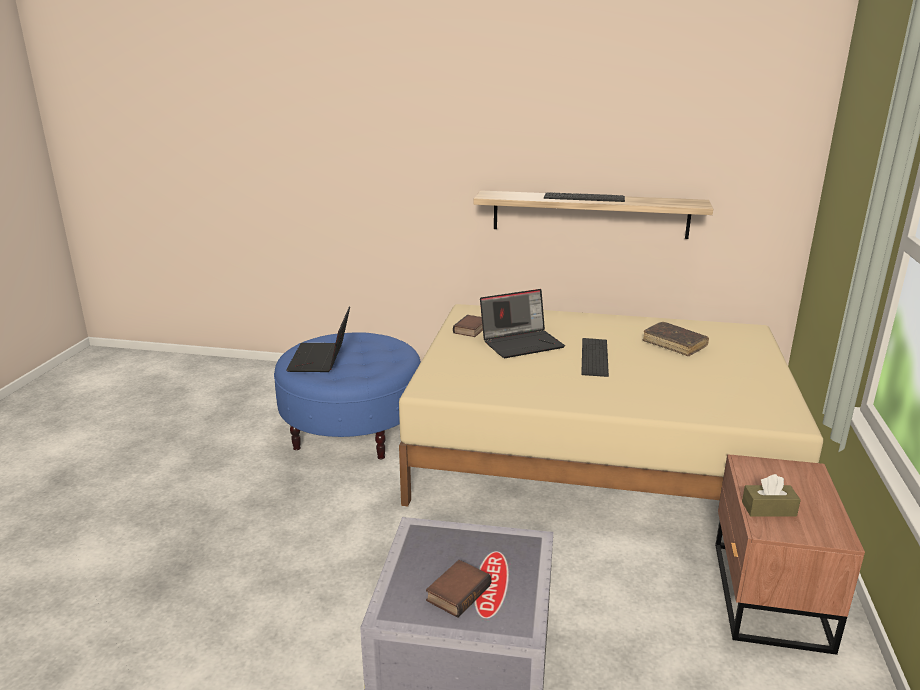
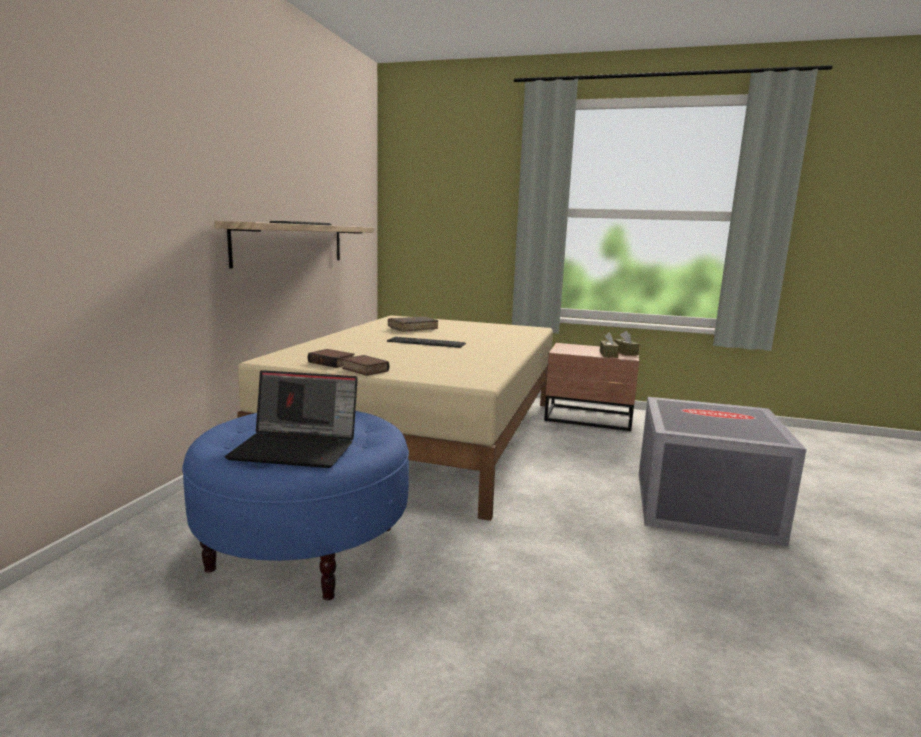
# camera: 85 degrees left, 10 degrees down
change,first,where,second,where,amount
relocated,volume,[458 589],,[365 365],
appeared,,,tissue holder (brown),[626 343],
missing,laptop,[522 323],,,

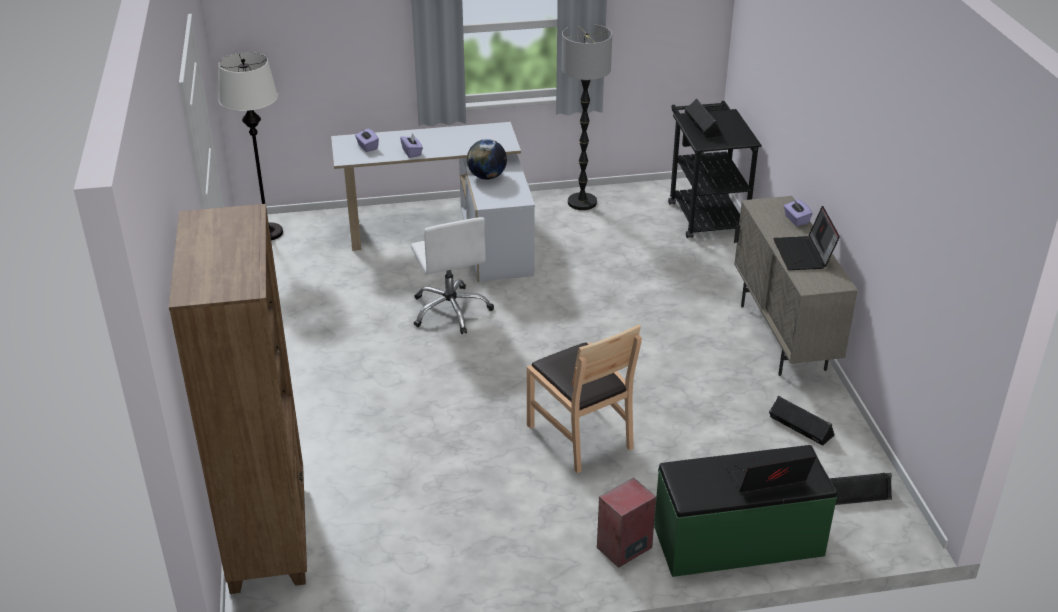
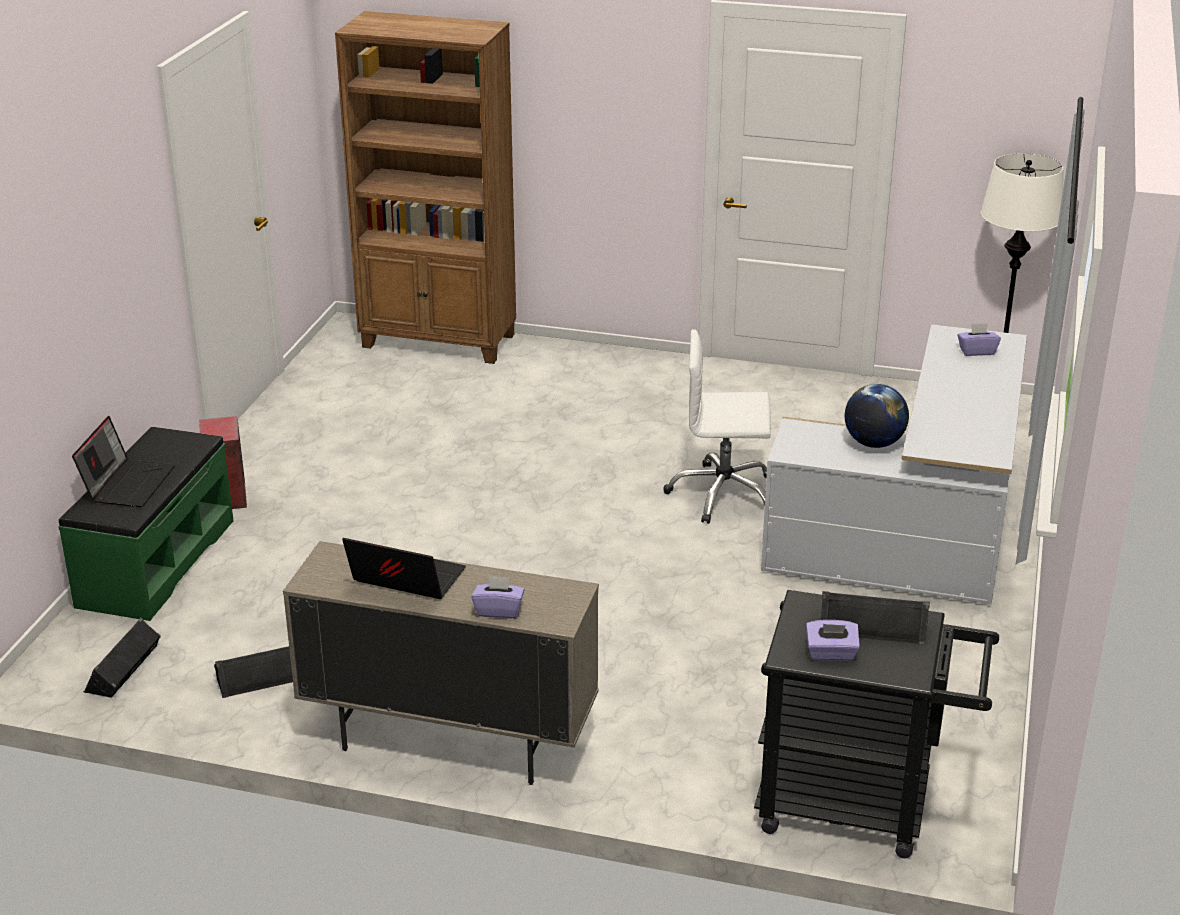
# camera: 115 degrees right, 5 degrees down
change,first,where,second,where,amount
relocated,tissue holder (purple-coloured),[411 145],,[833 640],
missing,chair (brown),[584 398],,,
missing,standing lamp,[586 117],,,

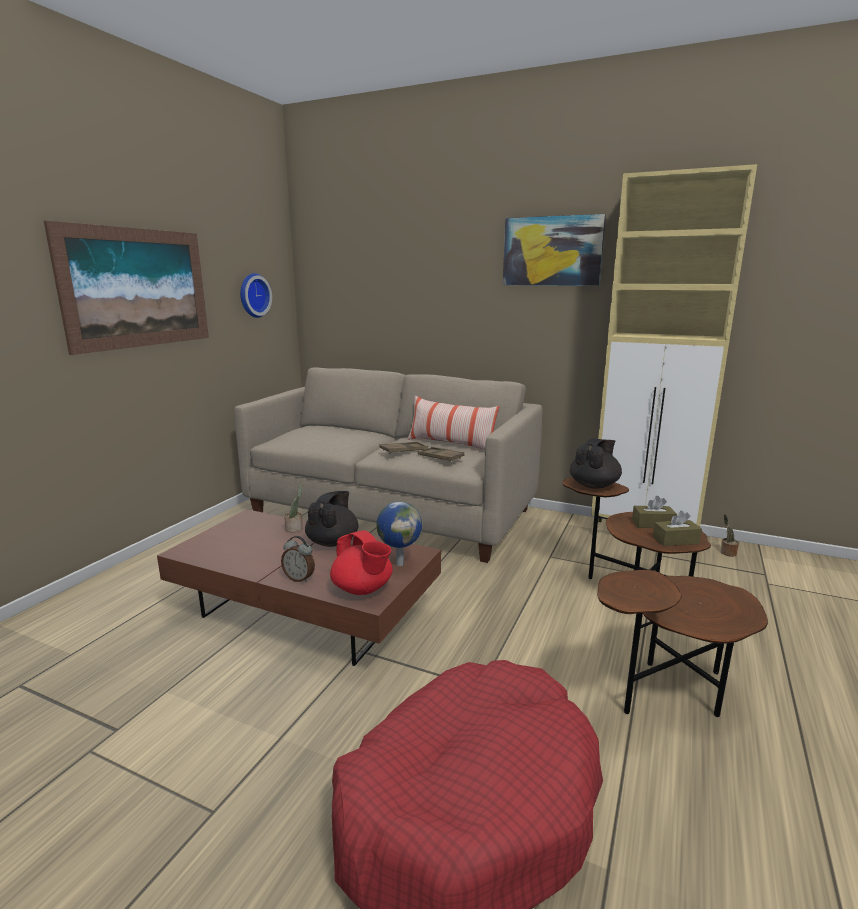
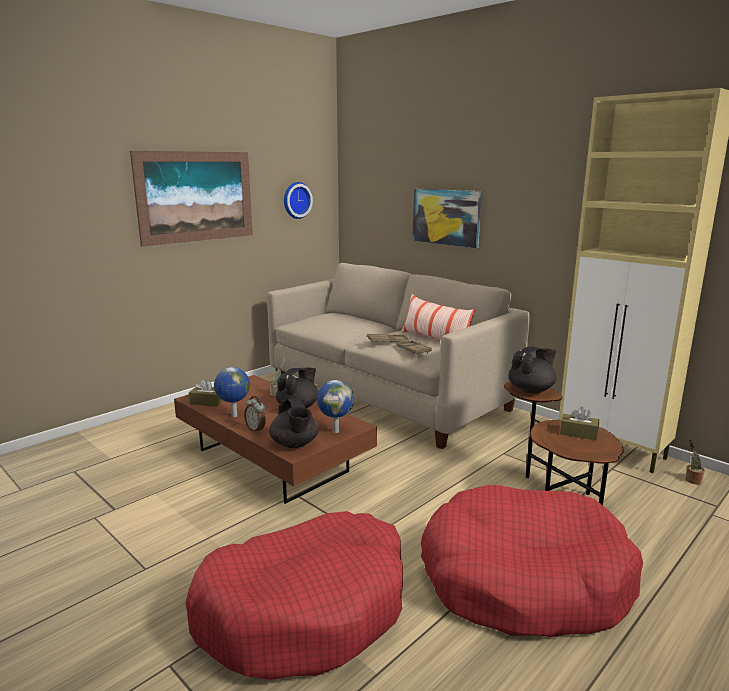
# camera: 20 degrees right, 0 degrees up
change,first,where,second,where,amount
relocated,tissue holder (brown),[677 528],,[206 393],
appeared,,,desk globe,[232 392],
colour,tea pot (reddish),[361 562],tea pot (blackish),[294 423],
relocated,wall picture,[554 250],,[447 218],
exchanged,side table (brown),[682 643],dog bed (reddish),[532 561],

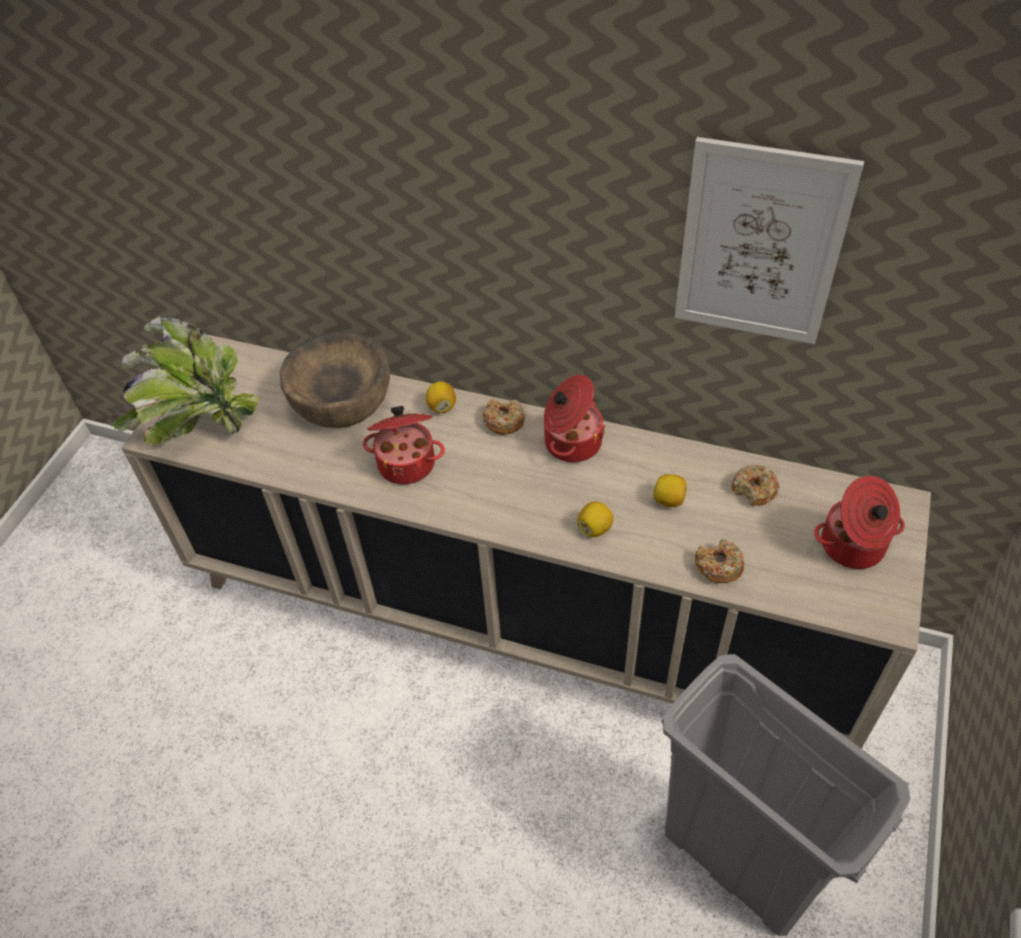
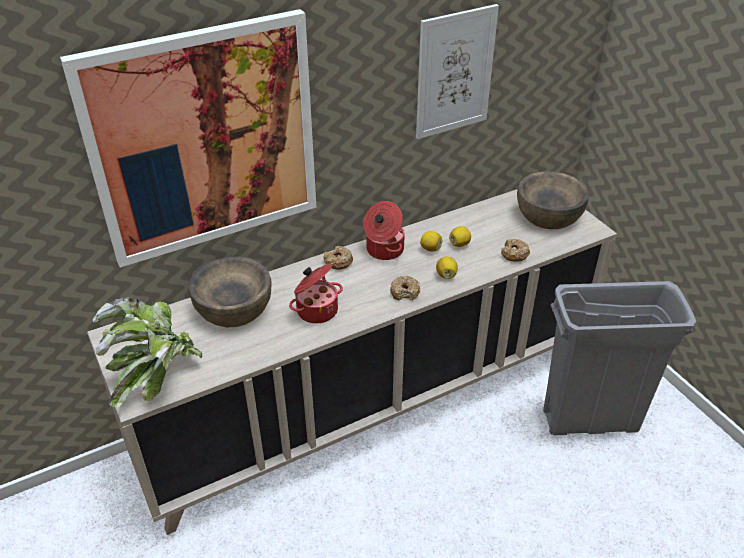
# camera: 50 degrees left, 10 degrees down
change,first,where,second,where,amount
appeared,,,wall picture,[188 138],
relocated,doughnut,[756 485],,[405 288],
relocated,whole lemon,[440 397],,[431 241],
exchanged,stockpot,[859 522],deep dish (brown),[553 200],

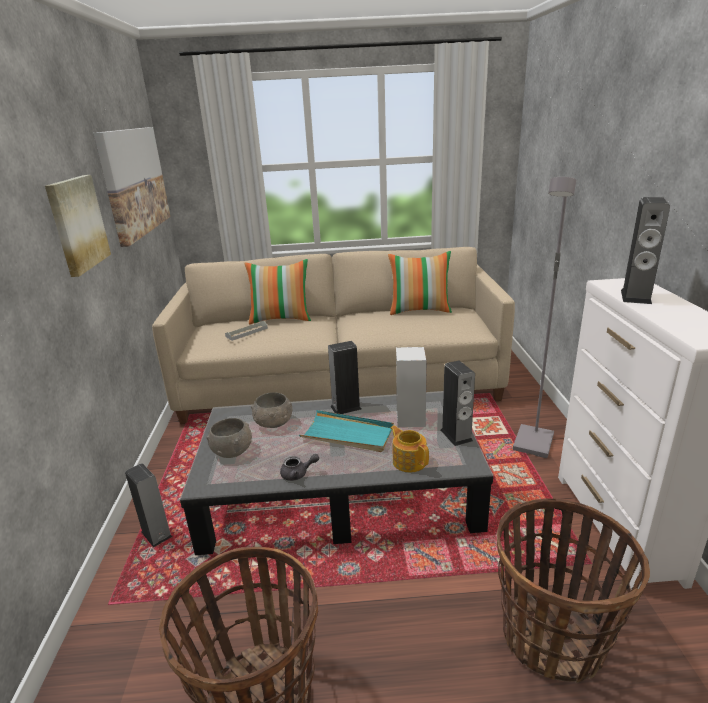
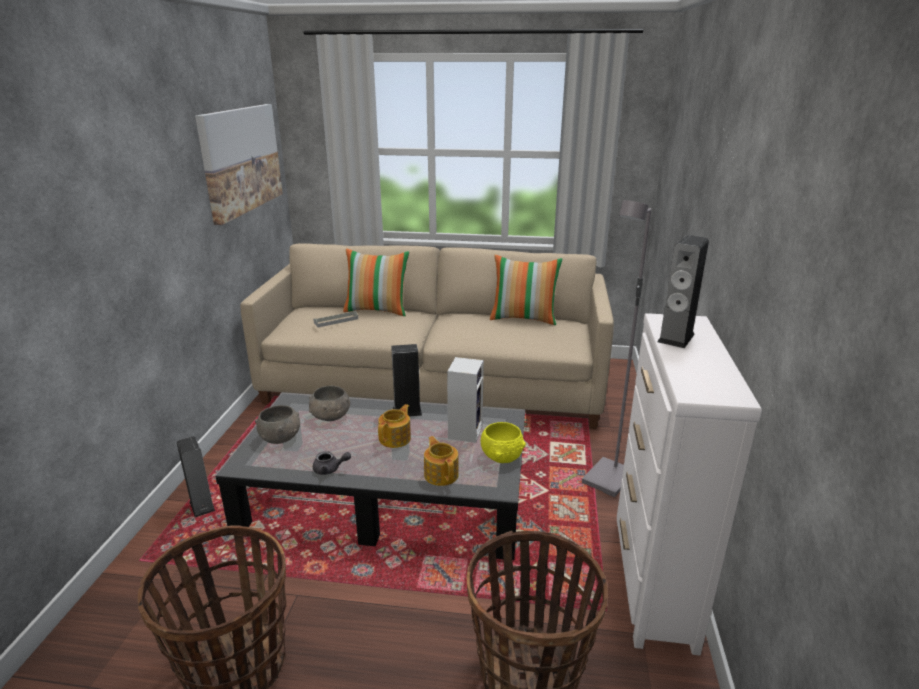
# camera: 10 degrees right, 0 degrees up
change,first,where,second,where,amount
exchanged,serving tray (blue-green),[346 431],tea pot,[394 426],
exchanged,speaker,[458 403],deep dish (yellowish),[503 442],
missing,wall picture,[78 226],,,

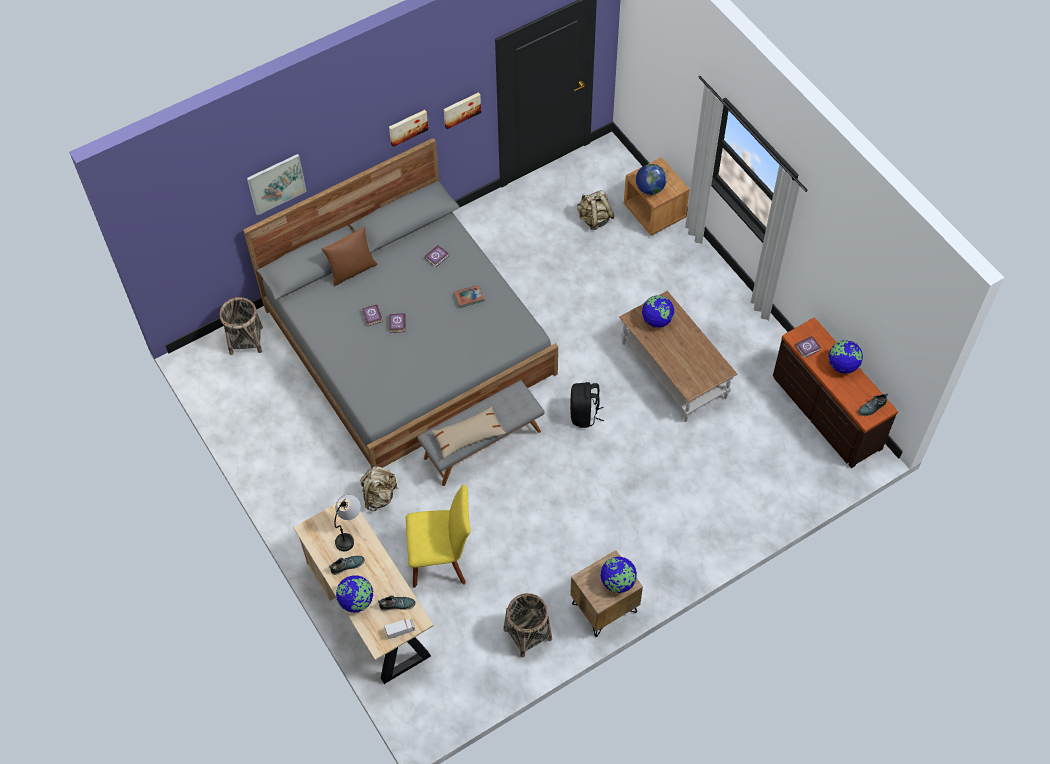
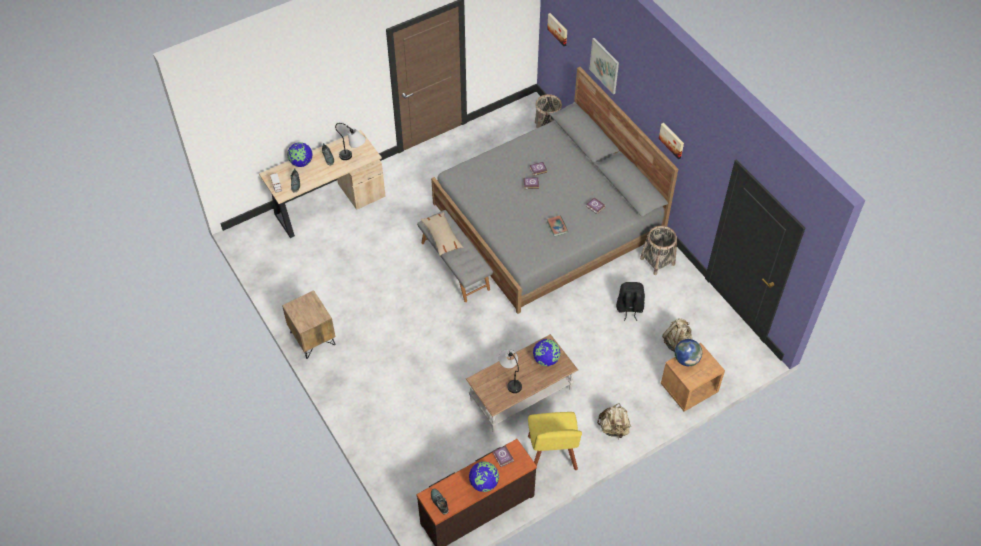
# camera: 90 degrees right, 5 degrees down
change,first,where,second,where,amount
appeared,,,lamp for a table,[510 371],
relocated,chair (yellowish),[438 536],,[555 441],
relocated,wall picture,[462 110],,[557 29],
relocated,rucksack (beige),[379 488],,[614 421],
relocated,rucksack (blackish),[587 405],,[630 301],
relocated,basket,[527 625],,[658 250],
missing,pillow (brown),[349 256],,,
missing,desk globe,[619 575],,,

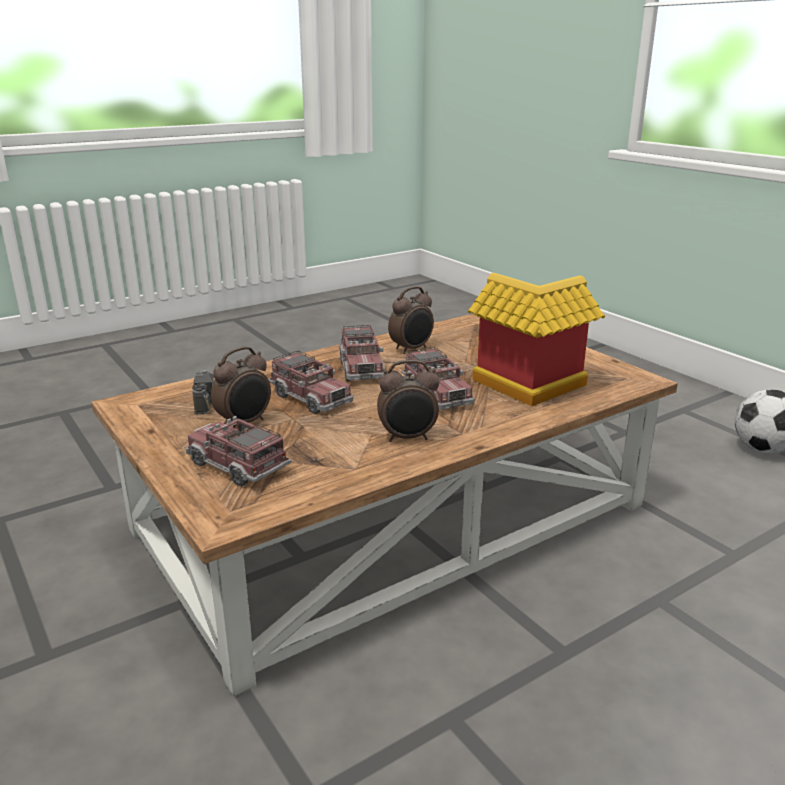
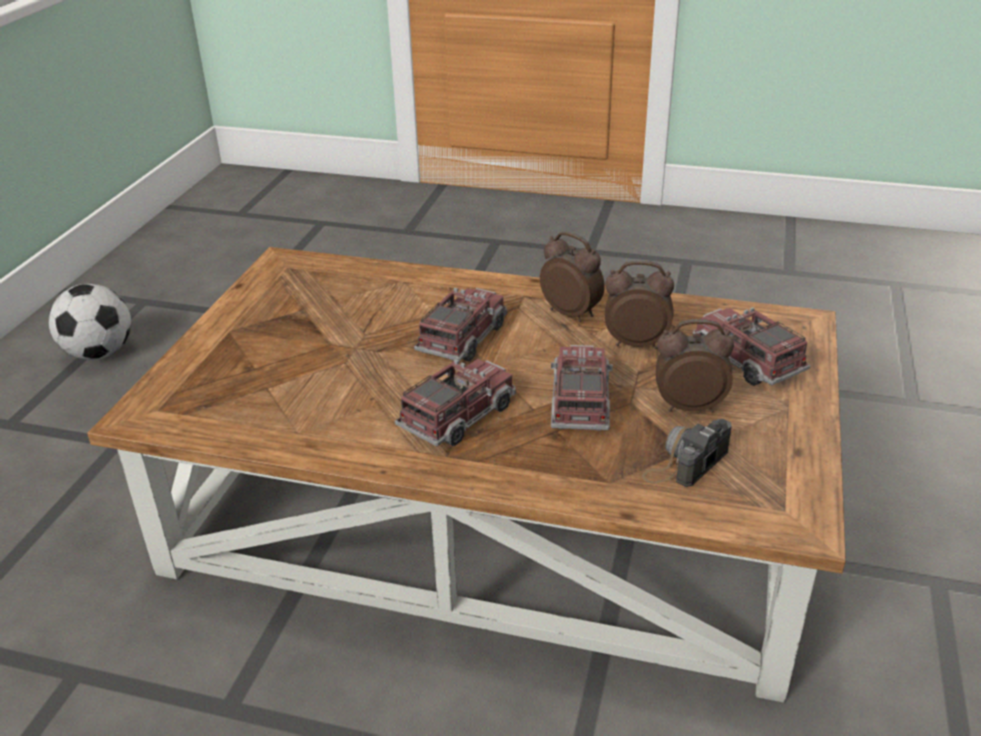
# camera: 130 degrees left, 10 degrees up
change,first,where,second,where,amount
relocated,alarm clock,[411 320],,[639 305],
spun,toy lorry,[238 451],,[752 346],150 degrees clockwise
missing,miniature house,[536 339],,,

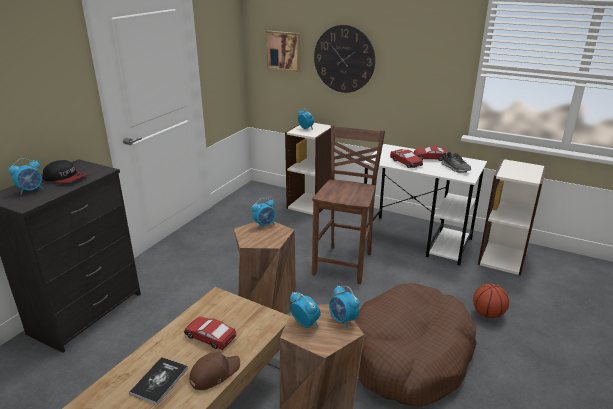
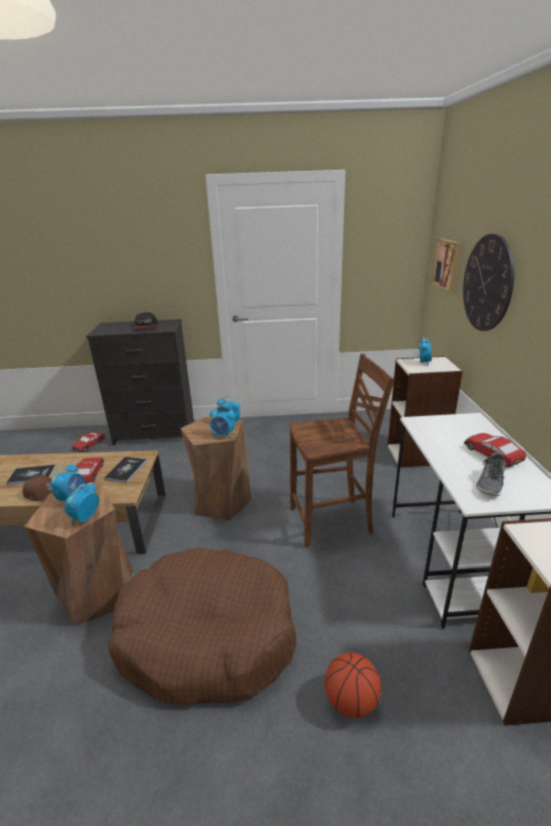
# camera: 60 degrees right, 0 degrees up
change,first,where,second,where,amount
relocated,toy car,[406 158],,[88 442],
appeared,,,volume,[125 470],
relocated,alarm clock,[26 176],,[222 422],

